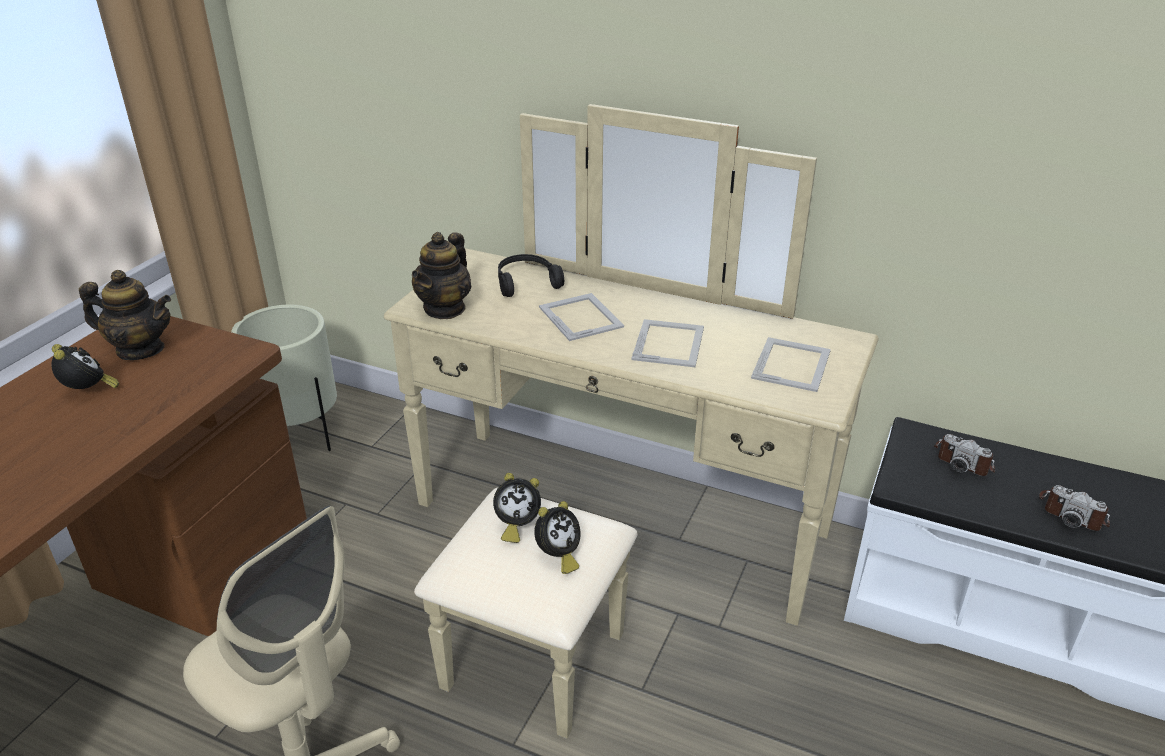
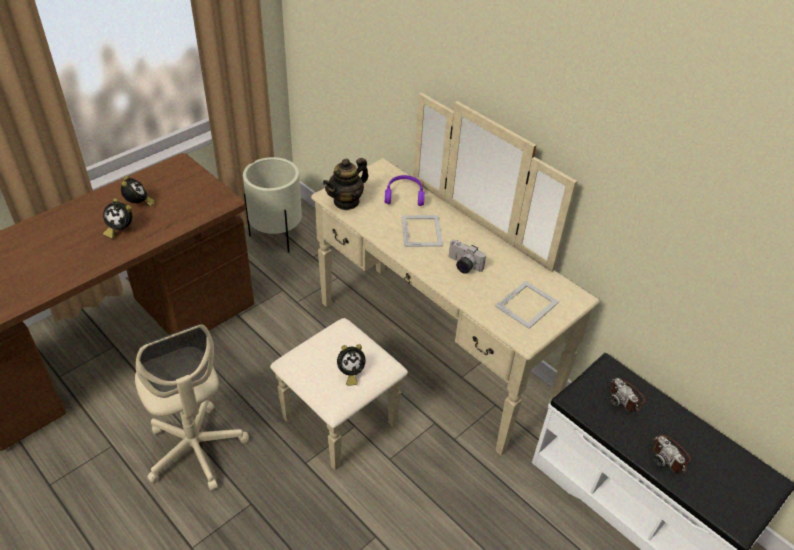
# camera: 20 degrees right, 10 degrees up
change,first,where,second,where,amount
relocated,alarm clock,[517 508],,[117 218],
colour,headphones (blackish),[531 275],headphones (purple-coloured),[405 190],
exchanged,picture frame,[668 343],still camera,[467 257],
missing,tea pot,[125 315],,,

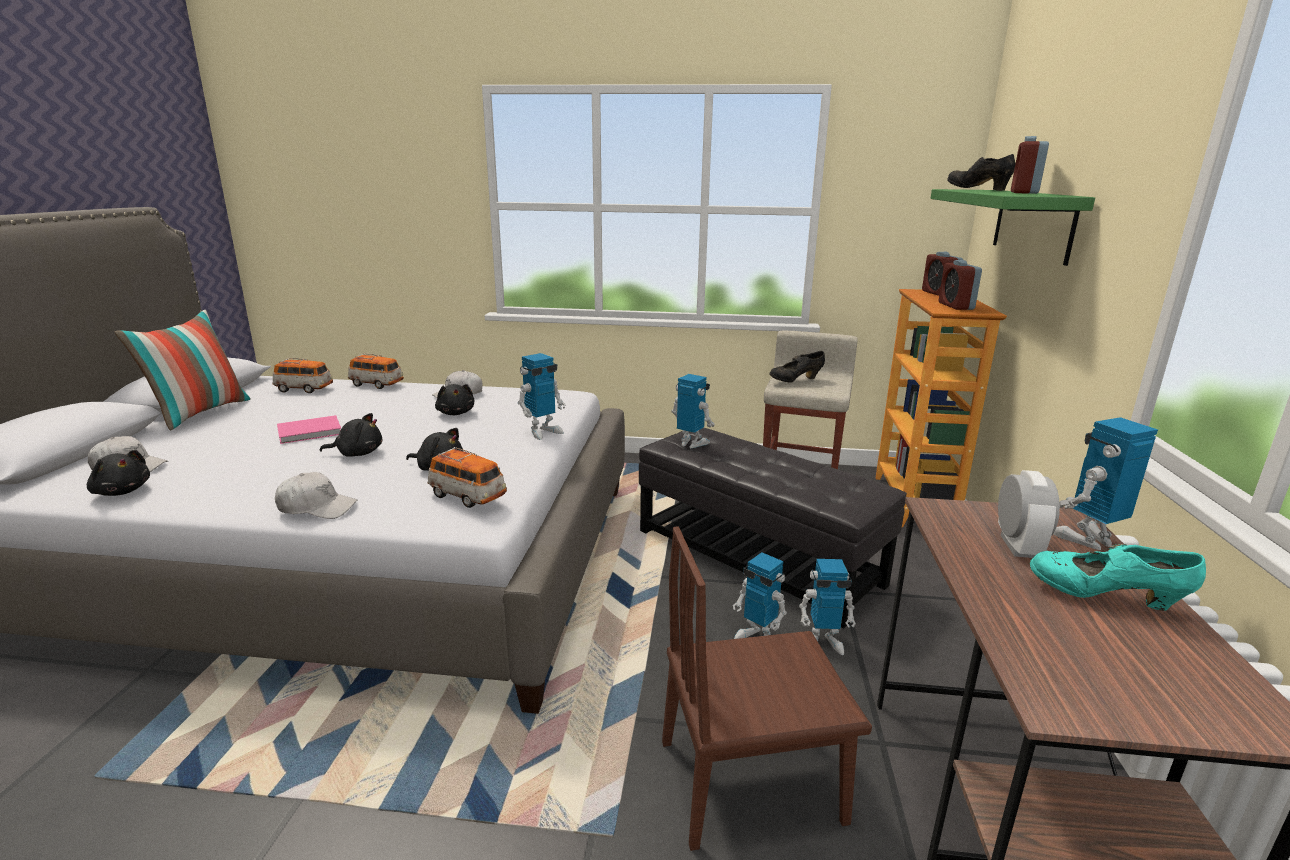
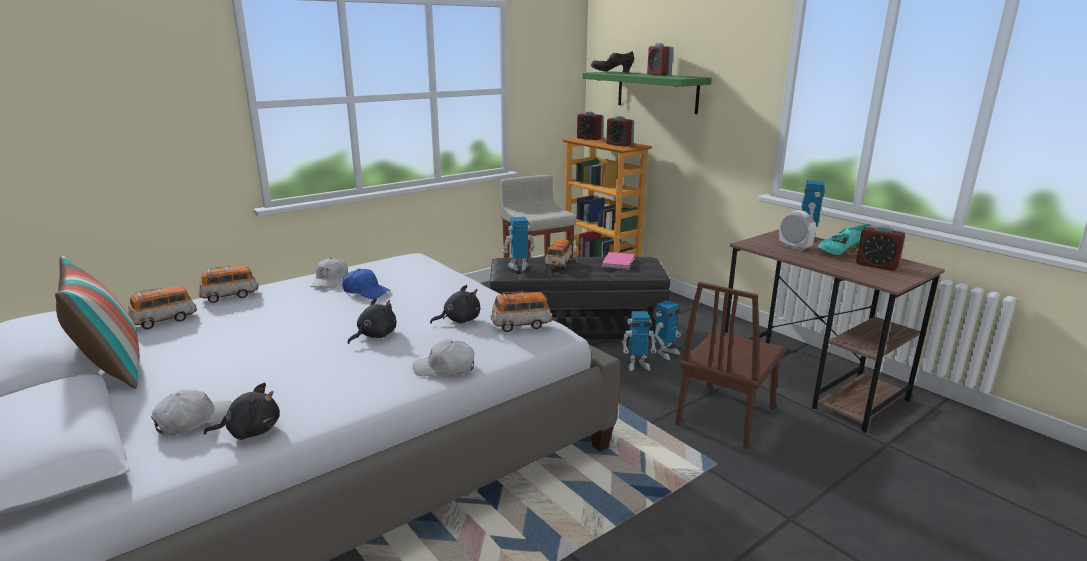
# camera: 45 degrees left, 0 degrees up
change,first,where,second,where,amount
exchanged,cuddly toy (blackish),[455 399],baseball cap (bluish),[366 284],
spun,baseball cap (whitish),[316 495],,[444 357],135 degrees counterclockwise
appeared,,,toy car,[558 254],
relocated,volume (pink),[309 429],,[618 261],
appeared,,,alarm clock,[881 248],
missing,model robot,[541 396],,,
missing,item of footwear (blackish),[797 367],,,

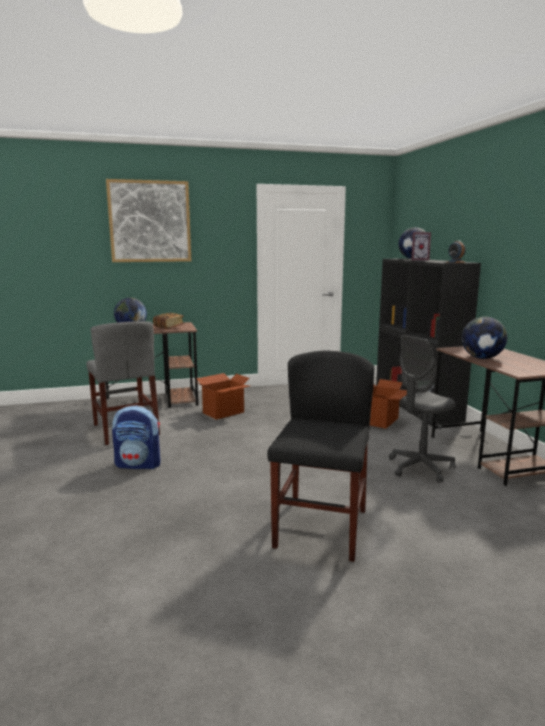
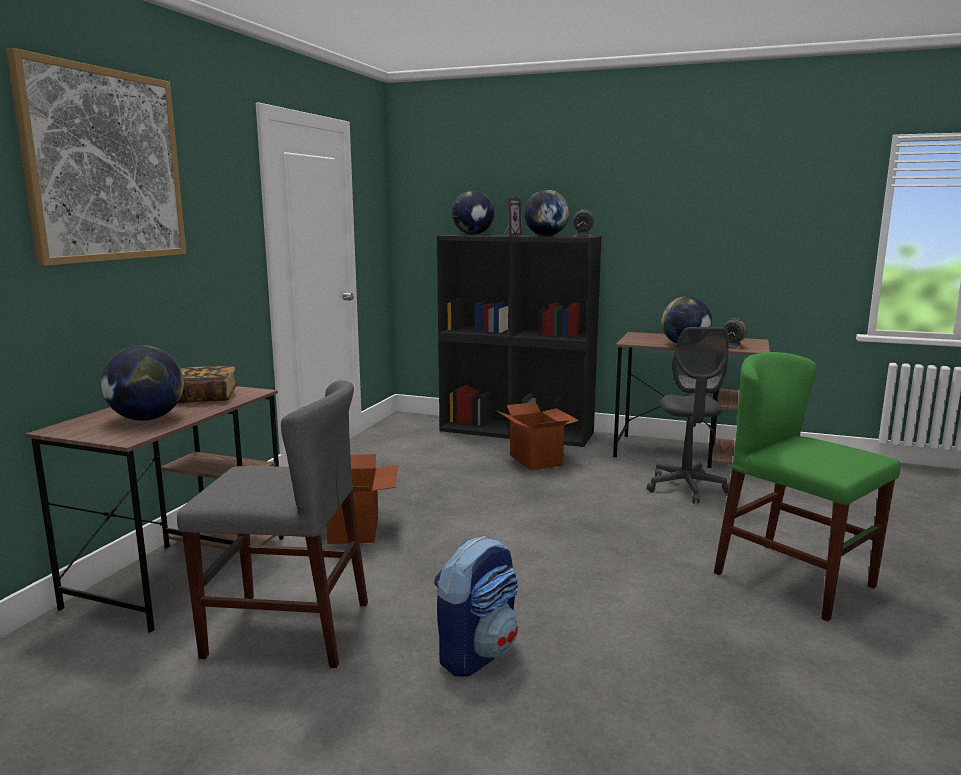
# camera: 55 degrees left, 0 degrees up
change,first,where,second,where,amount
appeared,,,desk globe,[546 213],
colour,chair (blackish),[320 456],chair (green-coloured),[807 487],
appeared,,,alarm clock,[735 333],

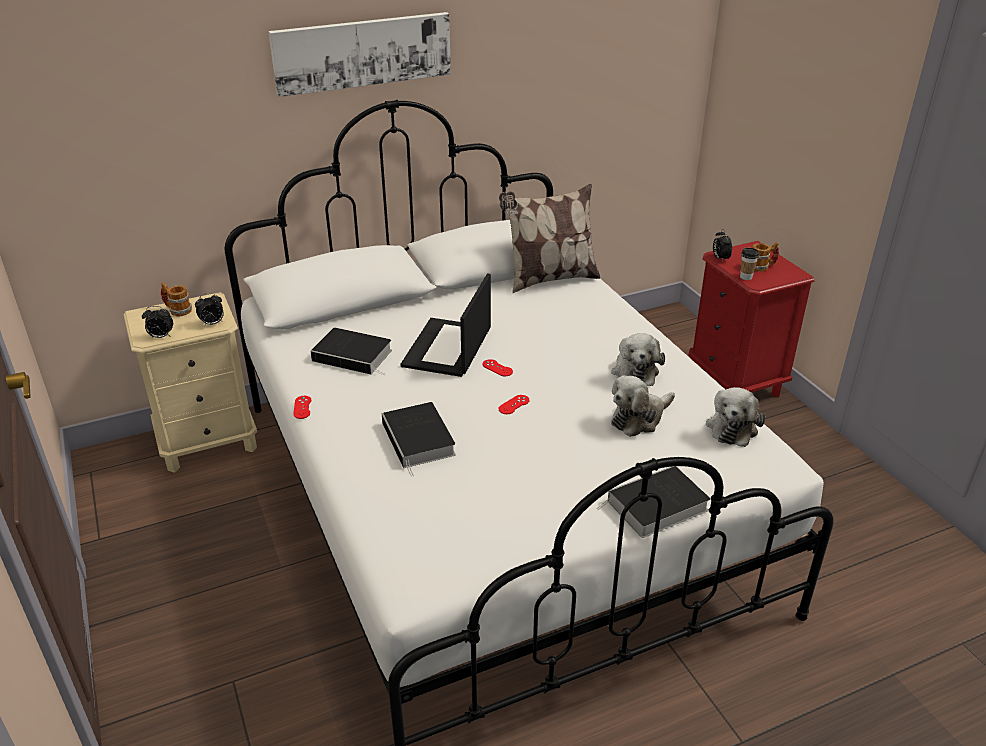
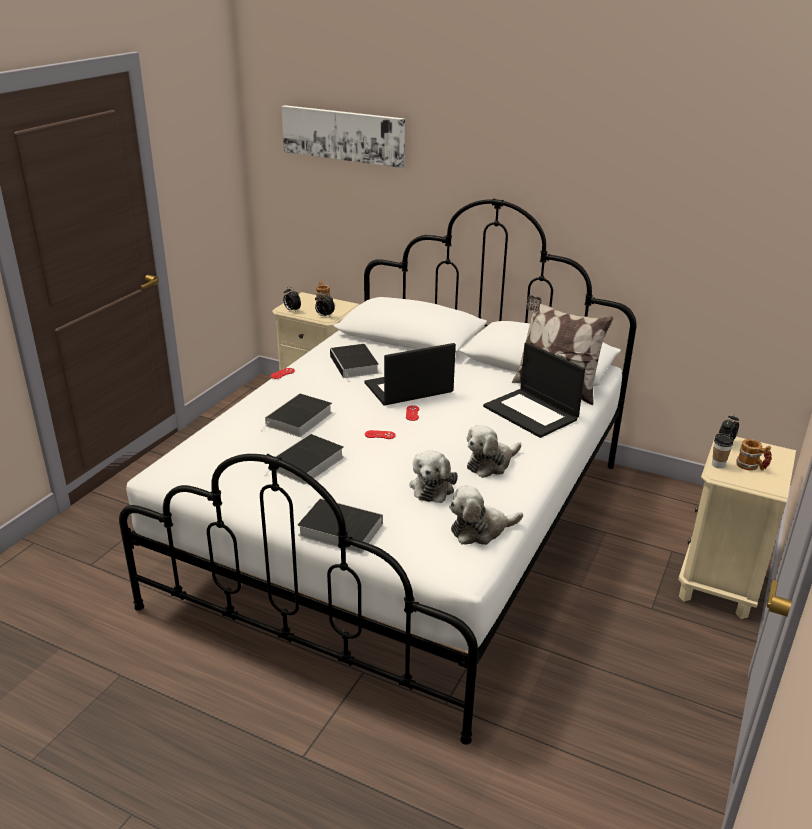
# camera: 50 degrees right, 5 degrees down
change,first,where,second,where,amount
appeared,,,volume,[304 459],
relocated,wall picture,[359 54],,[343 136],
spun,cuddly toy,[643 406],,[434 476],90 degrees counterclockwise
appeared,,,laptop,[534 390],
colour,bedside table (reddish),[751 319],bedside table (beige),[737 527],

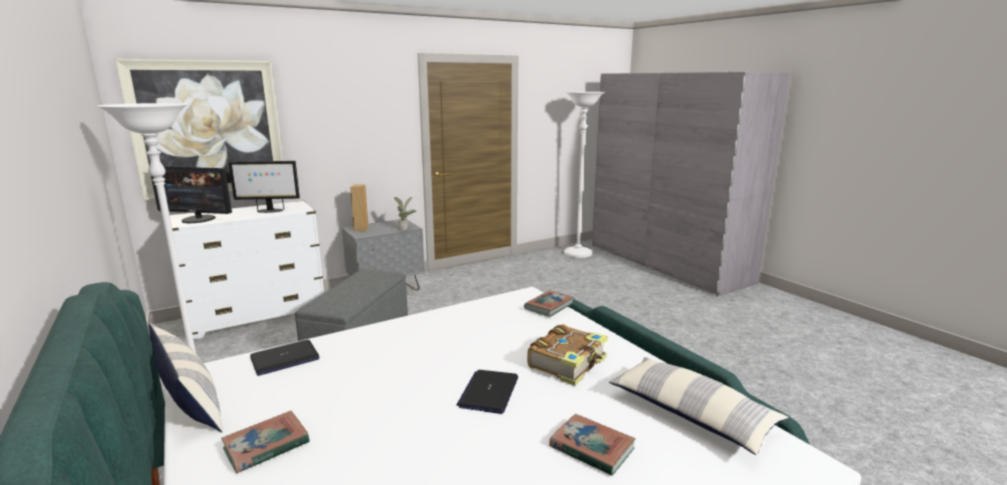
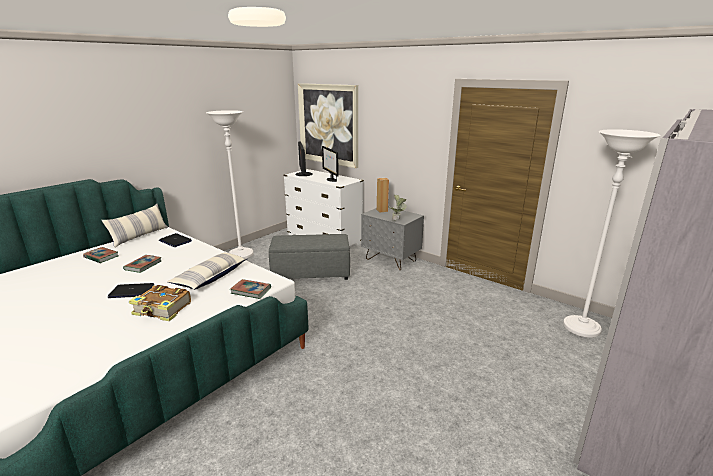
# camera: 70 degrees right, 5 degrees up
change,first,where,second,where,amount
relocated,volume,[592 445],,[142 264],
relocated,pillow,[698 406],,[207 271],

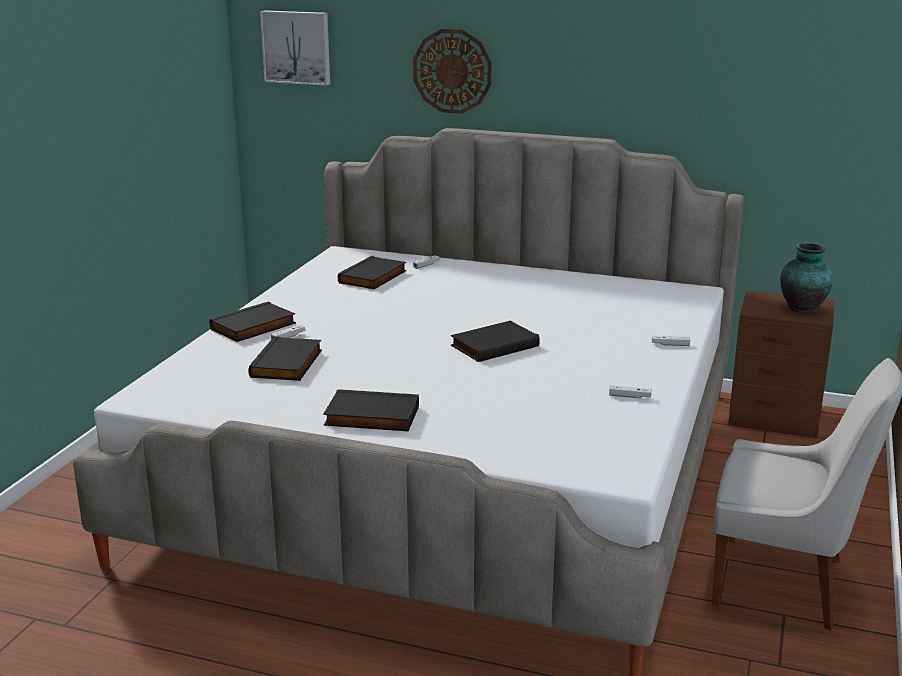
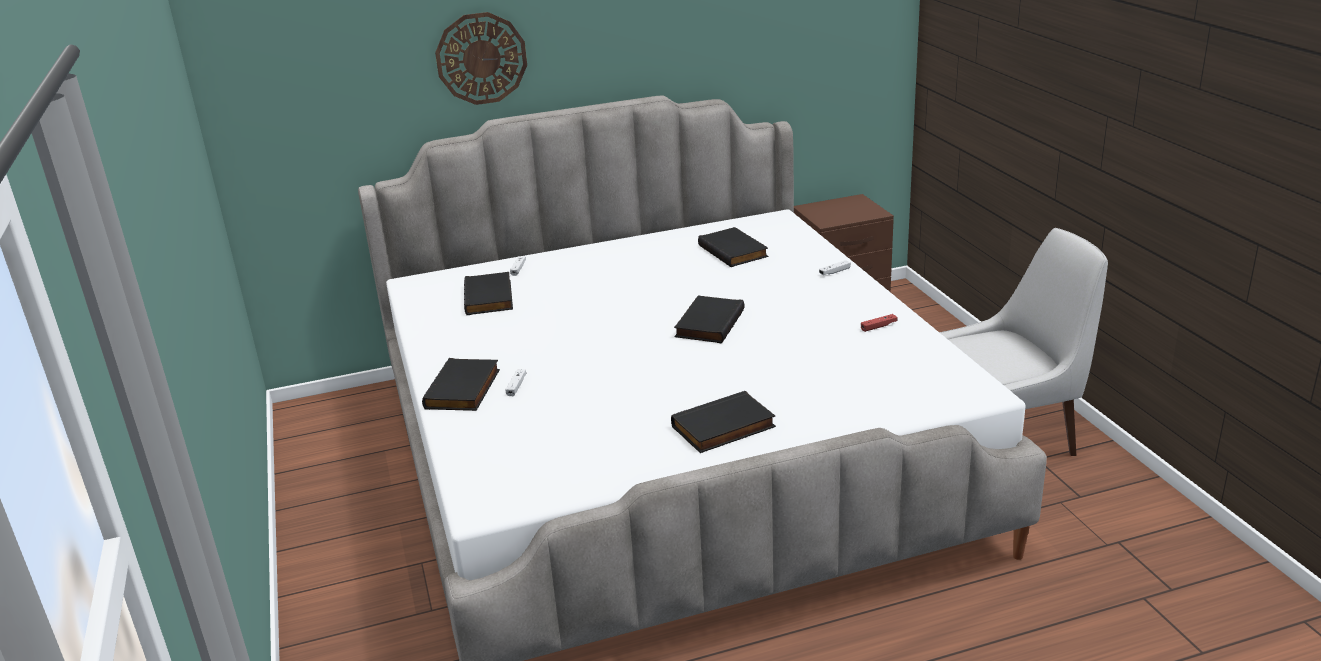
# camera: 35 degrees left, 5 degrees up
change,first,where,second,where,amount
relocated,volume (blackish),[285 358],,[733 247],
colour,gamepad (whitish),[630 391],gamepad (reddish),[879 323],
missing,wall picture,[295 48],,,
missing,flower vase,[806 277],,,

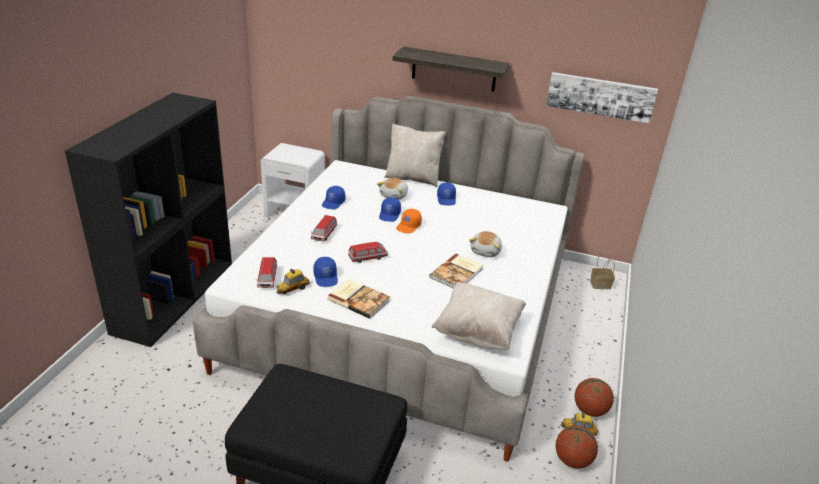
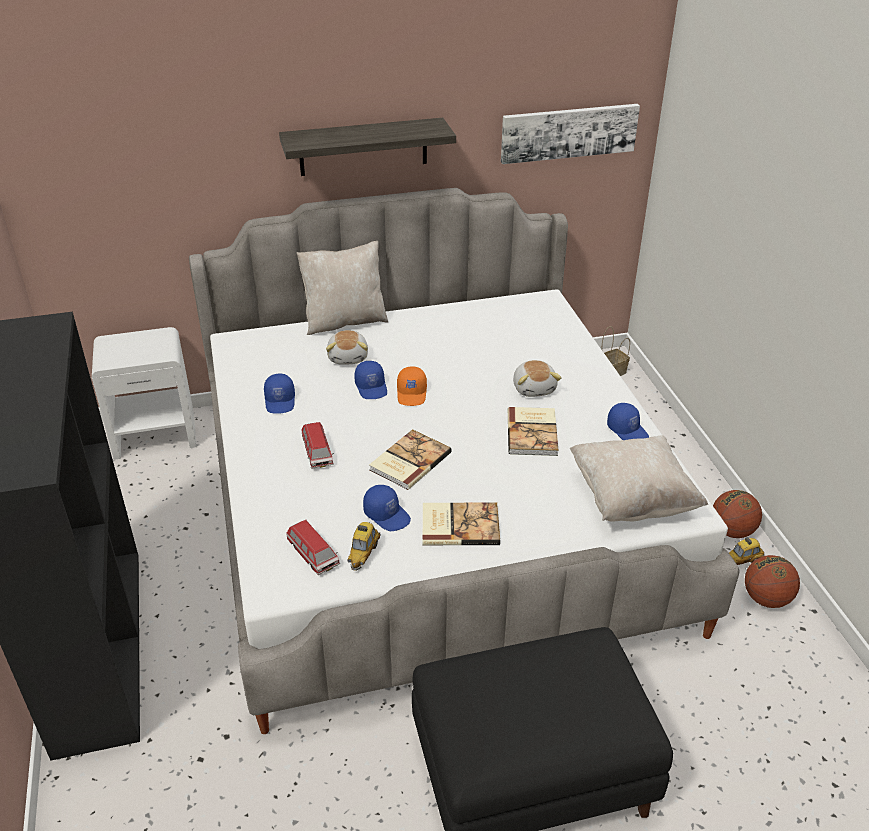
# camera: 30 degrees left, 5 degrees up
change,first,where,second,where,amount
exchanged,toy car,[368 252],volume,[410 459],
relocated,baseball cap (bluish),[446 193],,[628 421],

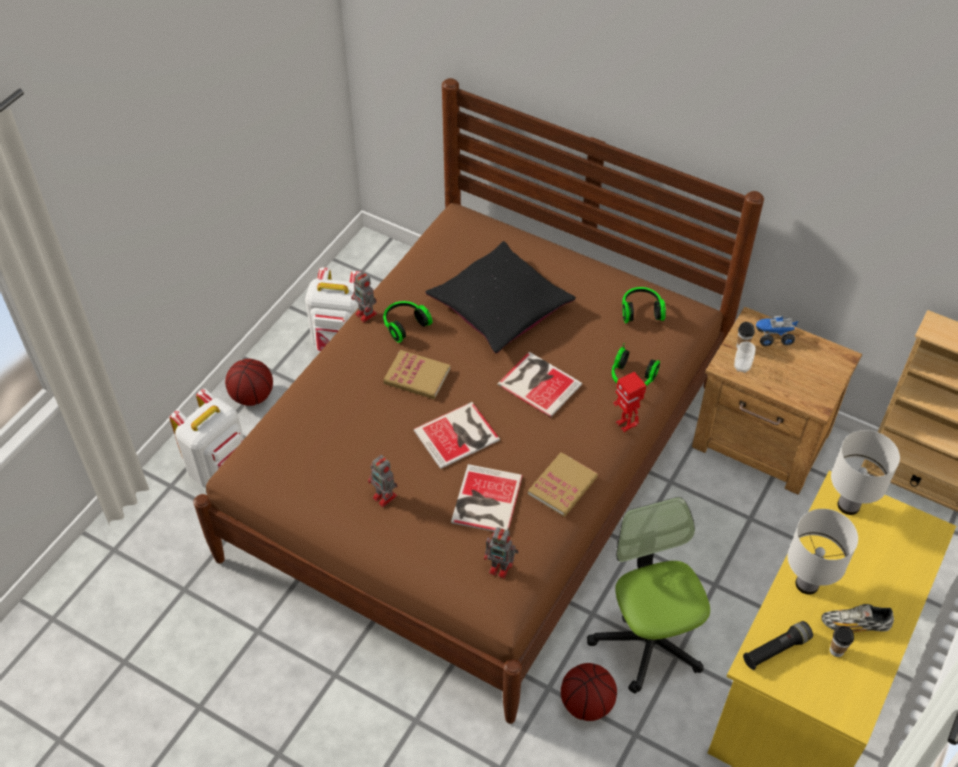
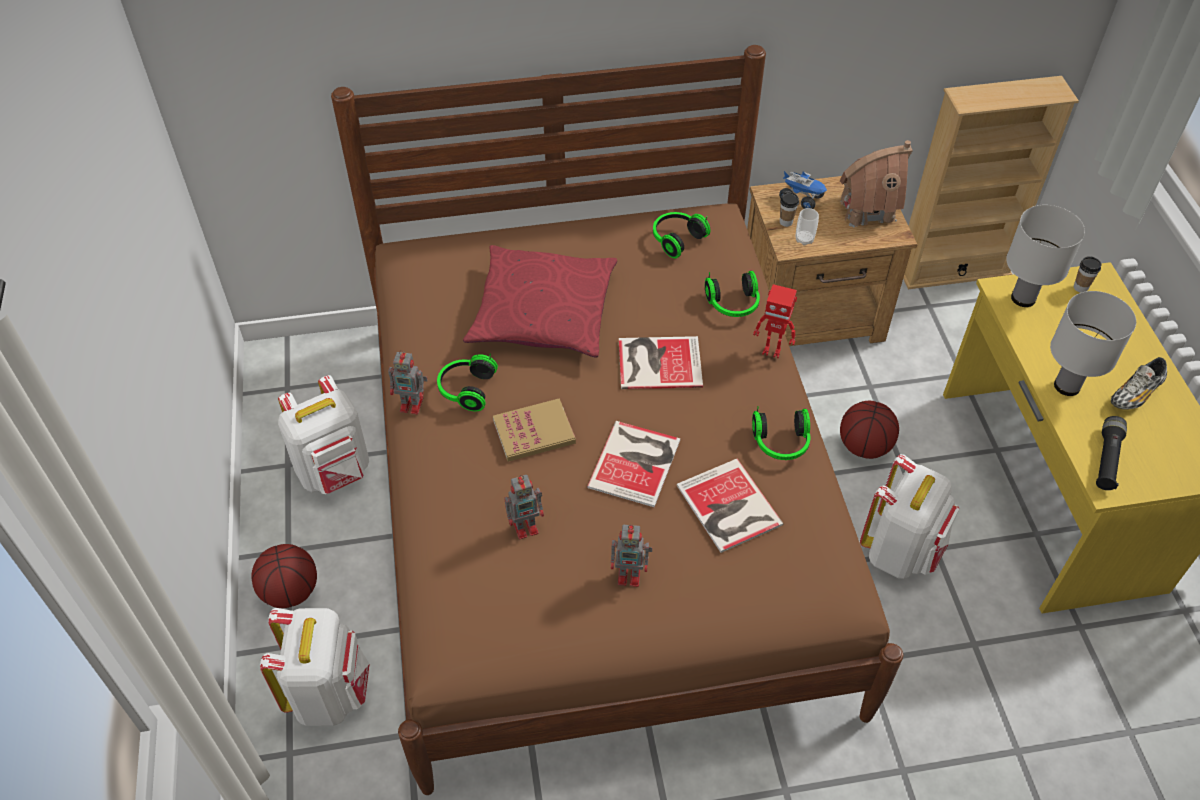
# camera: 40 degrees left, 0 degrees up
change,first,where,second,where,amount
colour,pillow (blackish),[501 297],pillow (reddish),[540 301],
relocated,model robot,[501 552],,[524 507],
exchanged,volume,[563 484],headphones,[781 433],
spun,toy lorry,[777 331],,[803 190],105 degrees counterclockwise
appeared,,,miniature house,[875 183],
relocated,basketball ball,[589 692],,[869 430],
exchanged,computer chair,[648 595],rucksack (whitish),[909 516],
relocated,cup,[842 641],,[1088 274],

